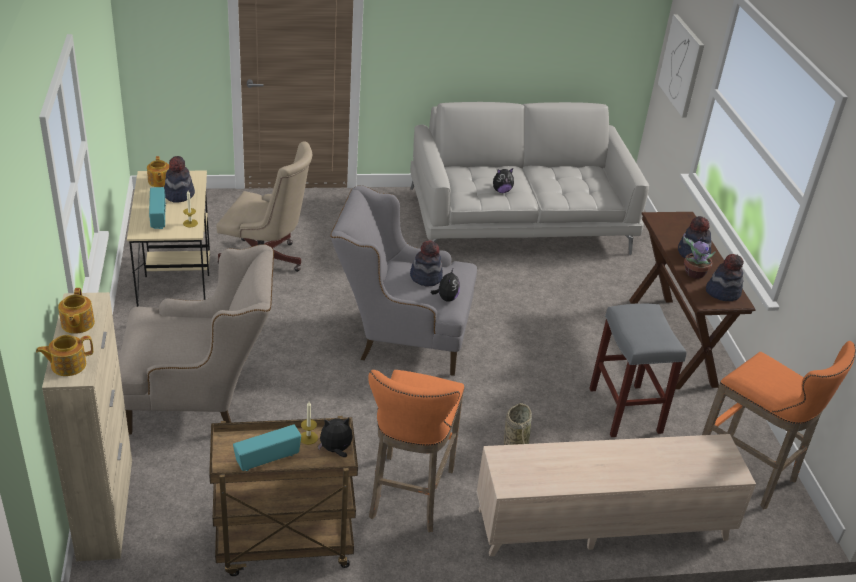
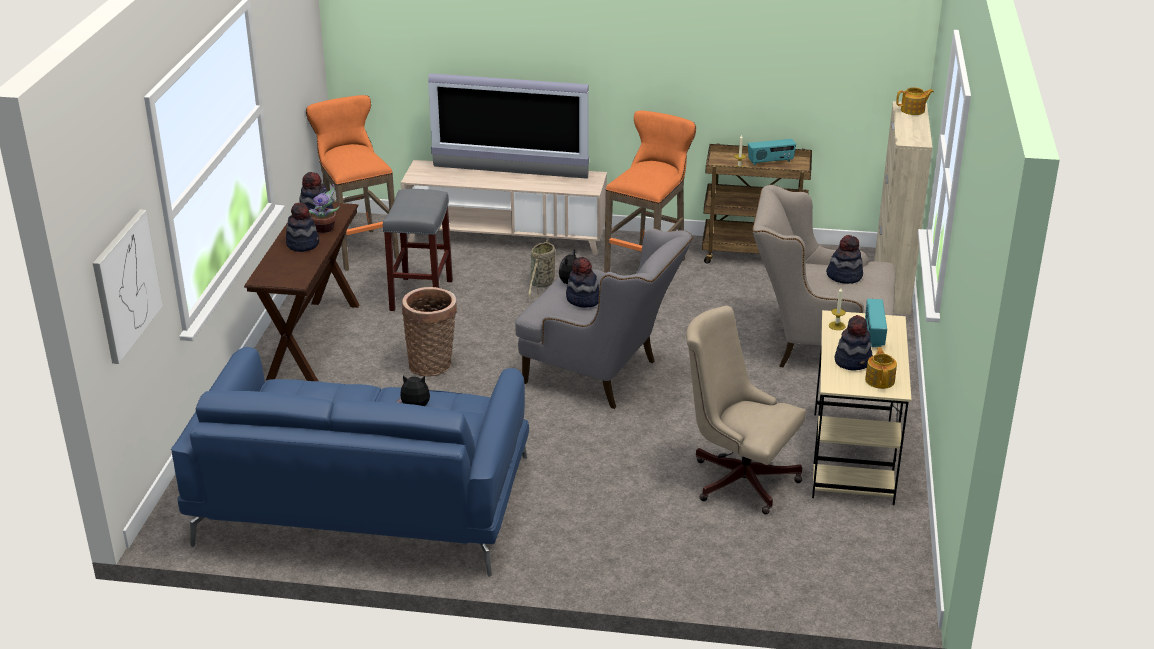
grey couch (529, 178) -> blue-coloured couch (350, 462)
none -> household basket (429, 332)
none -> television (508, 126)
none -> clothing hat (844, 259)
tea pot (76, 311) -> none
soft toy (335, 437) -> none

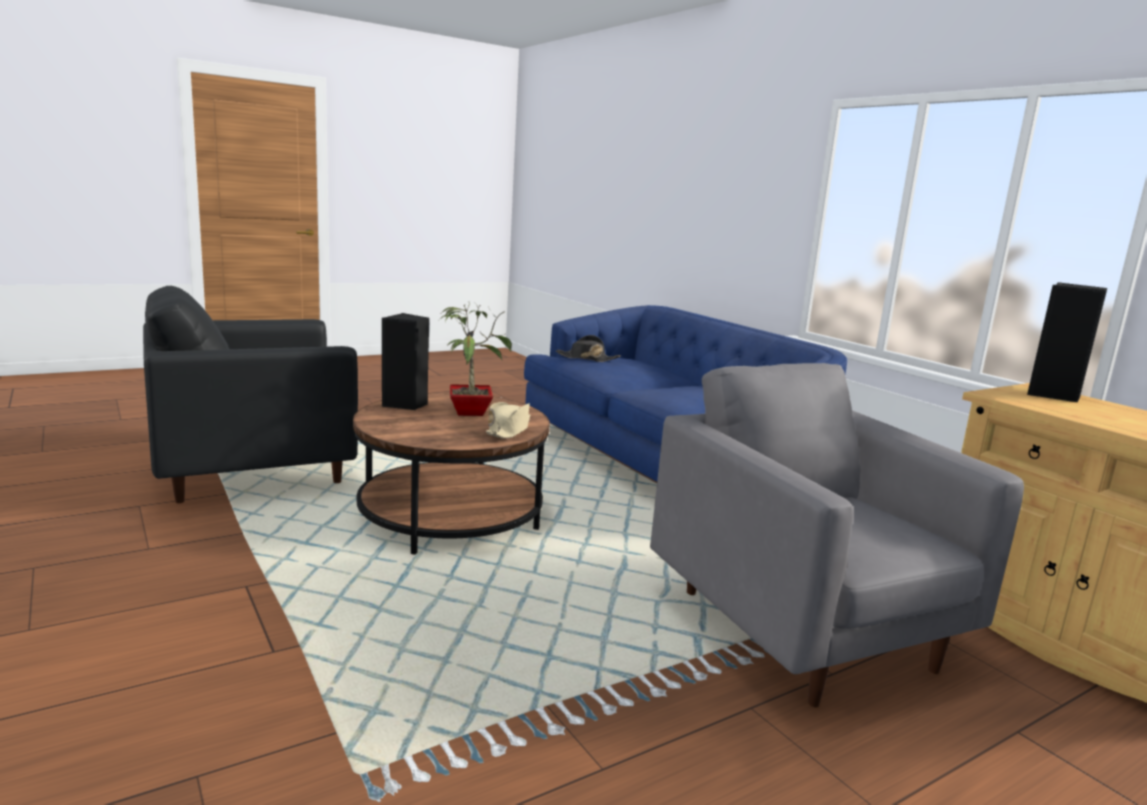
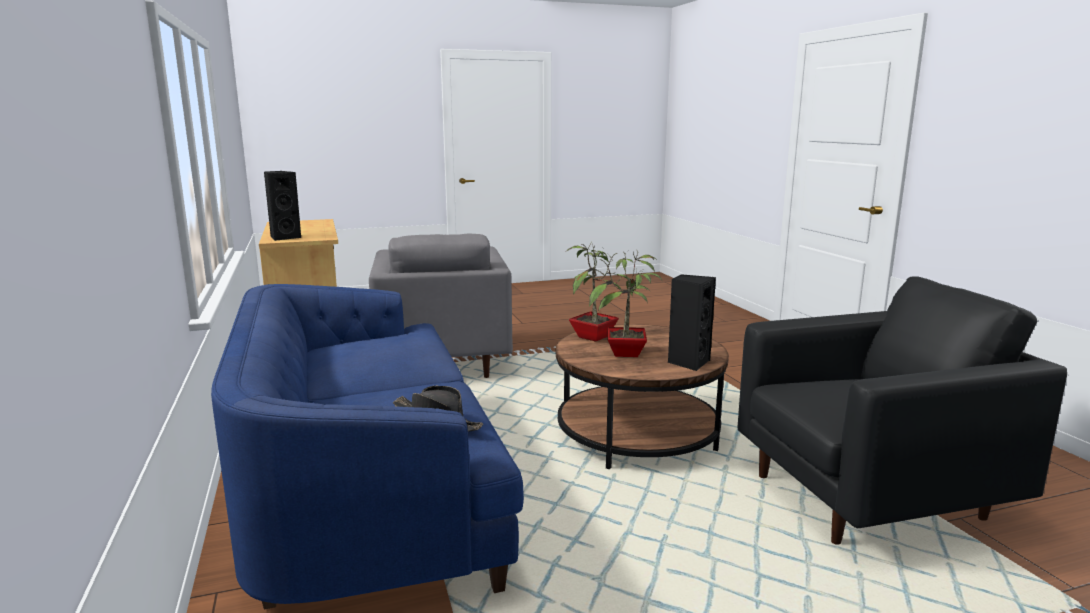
beige clothing hat (508, 420) -> potted plant (598, 292)

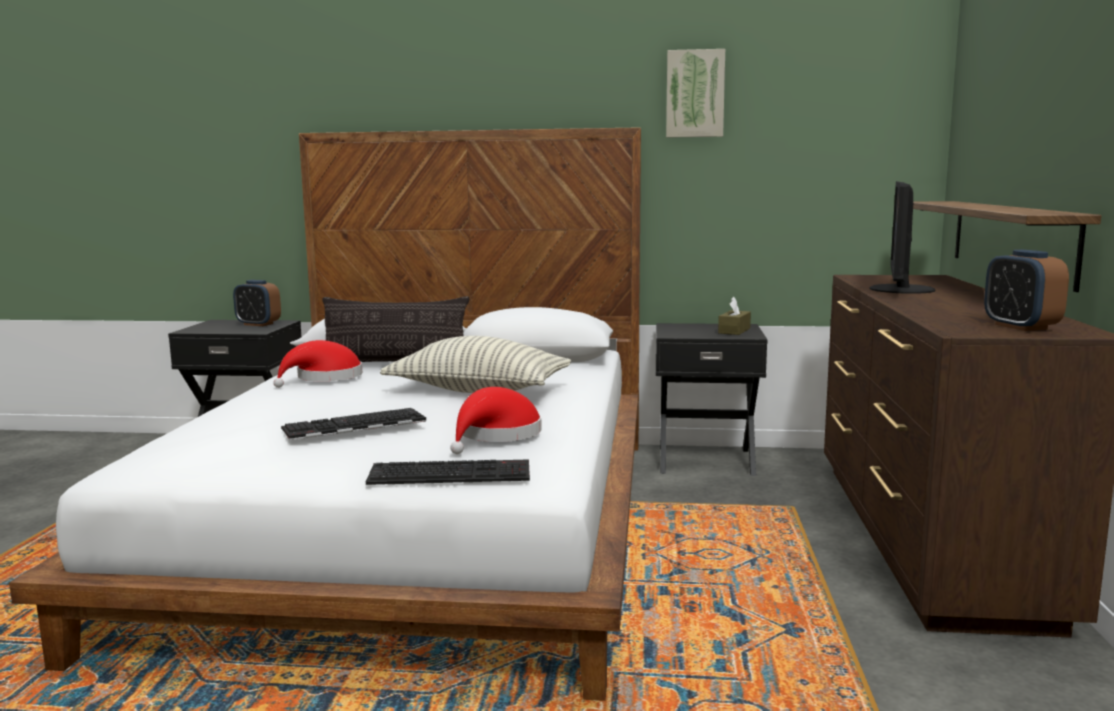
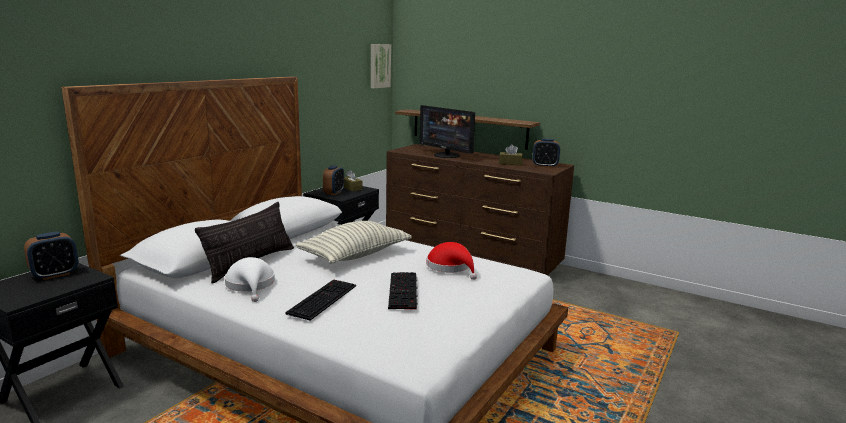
red clothing hat (317, 364) -> white clothing hat (250, 279)
computer keyboard (448, 472) -> computer keyboard (320, 300), shifted
none -> table clock (333, 180)
wall picture (695, 93) -> wall picture (381, 66), shifted
none -> brown tissue box (511, 154)

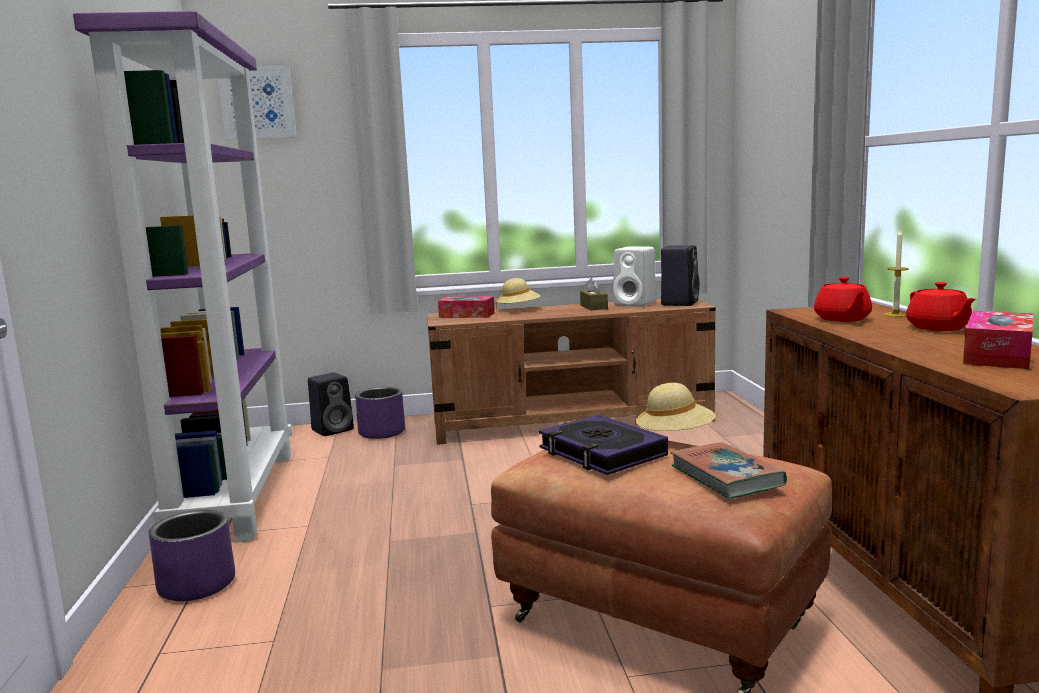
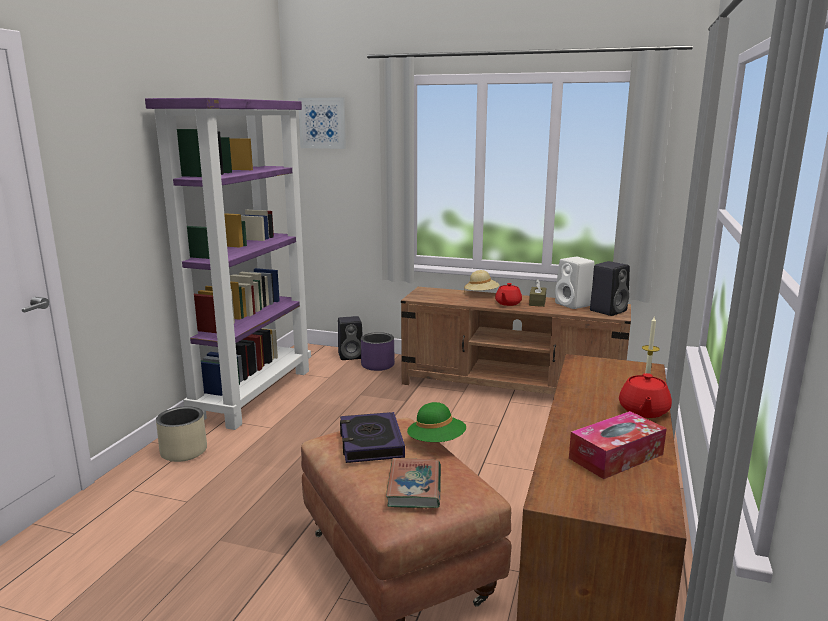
purplish plant pot (192, 556) -> beige plant pot (181, 434)
beige clothing hat (675, 407) -> greenish clothing hat (436, 422)
red tea pot (843, 299) -> red tea pot (508, 294), shifted
tissue box (466, 307) -> none

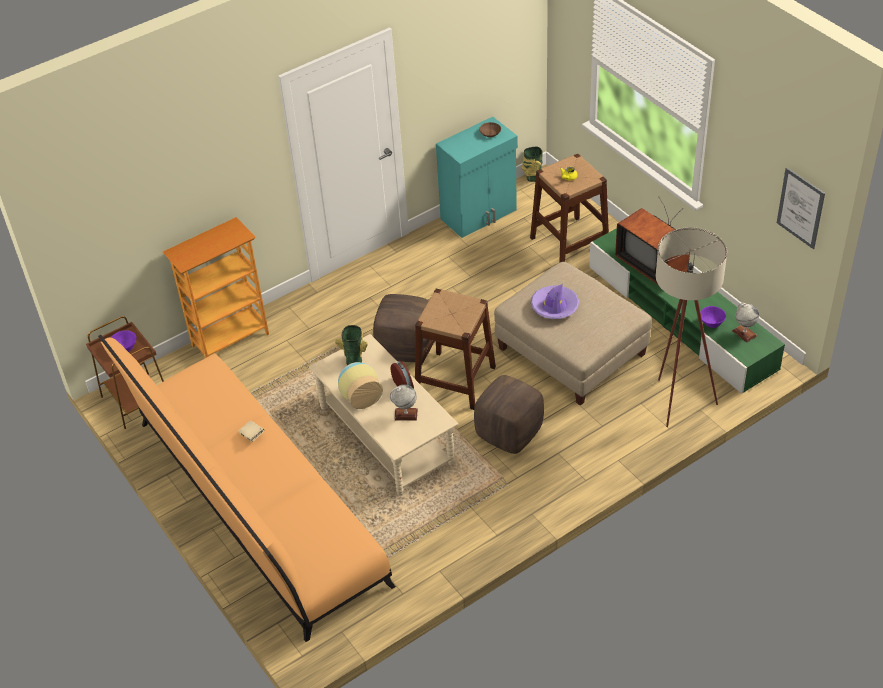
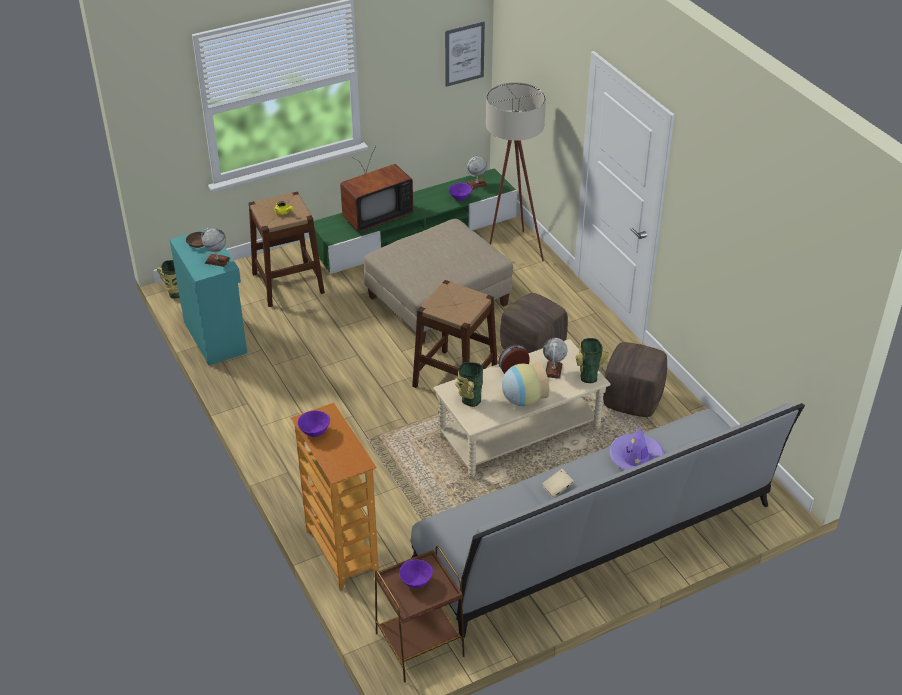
none -> desk globe (215, 247)
none -> purplish serving bowl (314, 424)
orange-coloured couch (247, 488) -> grey couch (608, 520)
none -> flower vase (592, 360)
brown footrest (401, 328) -> brown footrest (635, 379), shifted
purplish clothing hat (555, 301) -> purplish clothing hat (636, 448), shifted

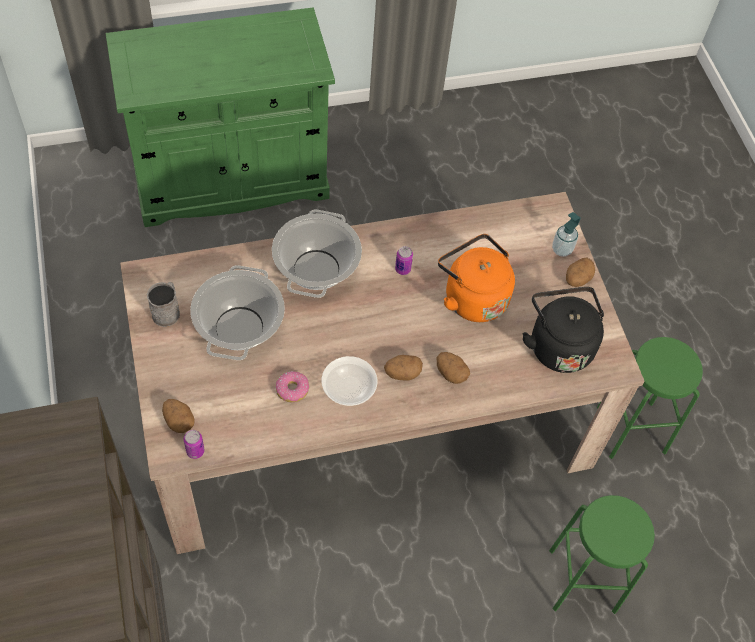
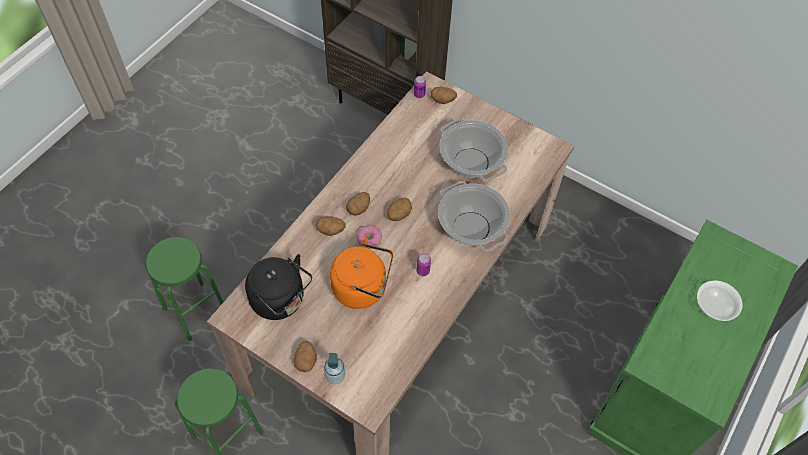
ring doughnut (292, 386) -> ring doughnut (369, 237), shifted
none -> whole potato (399, 209)
serving bowl (349, 381) -> serving bowl (719, 301), shifted
grey coffee mug (163, 304) -> none

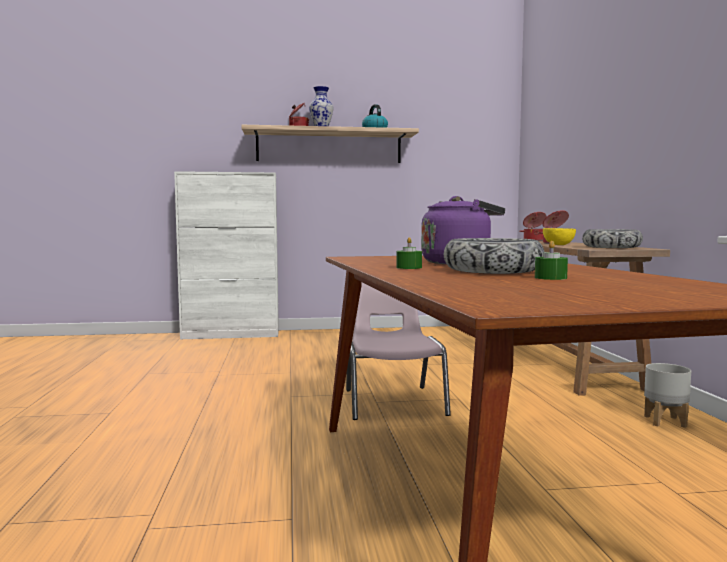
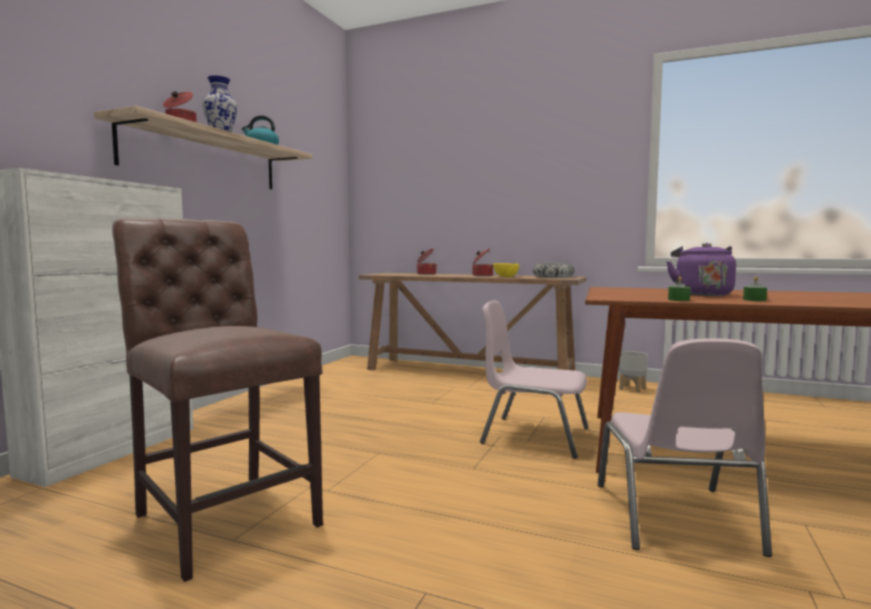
none -> brown upright chair (217, 400)
none -> pink-coloured upright chair (685, 447)
greenish wax candle (551, 260) -> greenish wax candle (679, 288), shifted
serving bowl (494, 256) -> none

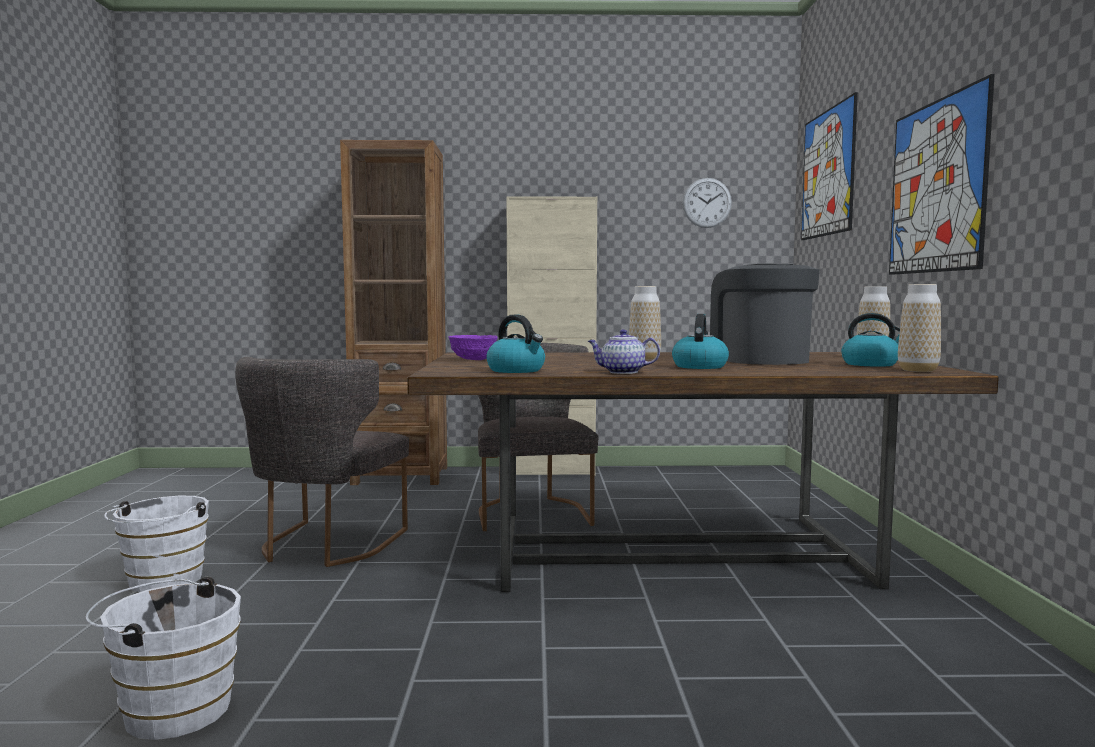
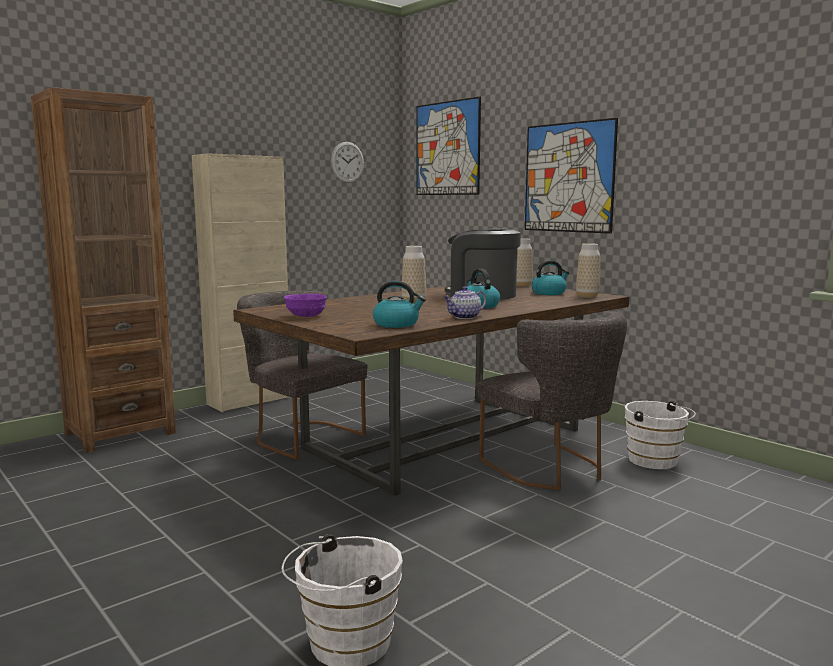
grey upright chair (322, 462) -> grey upright chair (552, 400), shifted
white bucket (156, 544) -> white bucket (660, 435), shifted

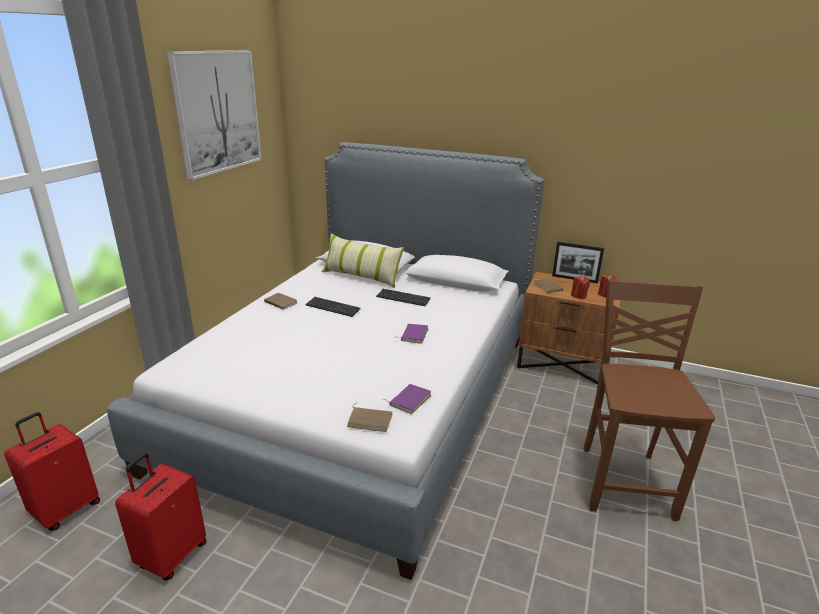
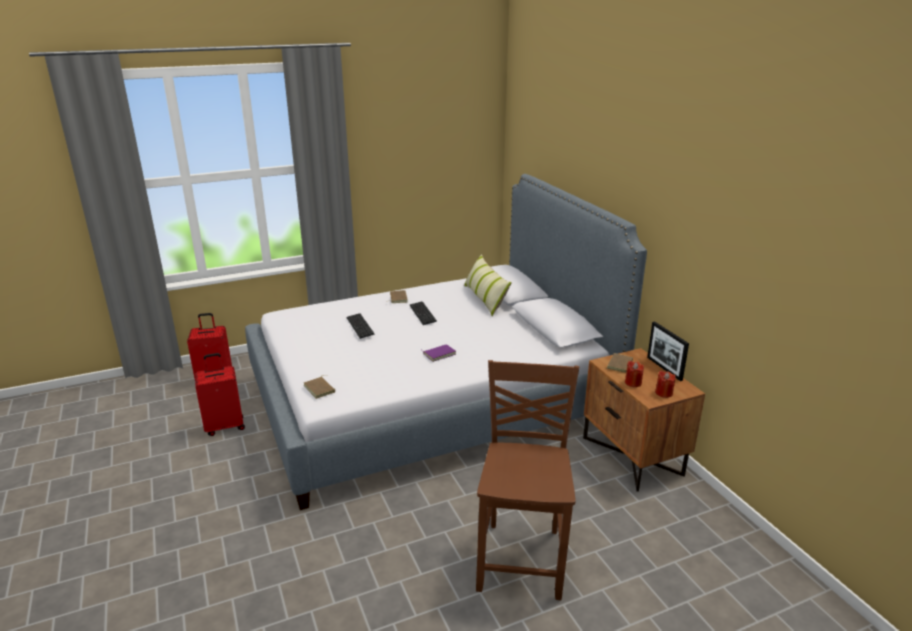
computer keyboard (403, 297) -> computer keyboard (360, 326), shifted
brown upright chair (649, 400) -> brown upright chair (527, 480), 45 degrees counterclockwise
wall picture (214, 115) -> none
purplish volume (407, 399) -> none

